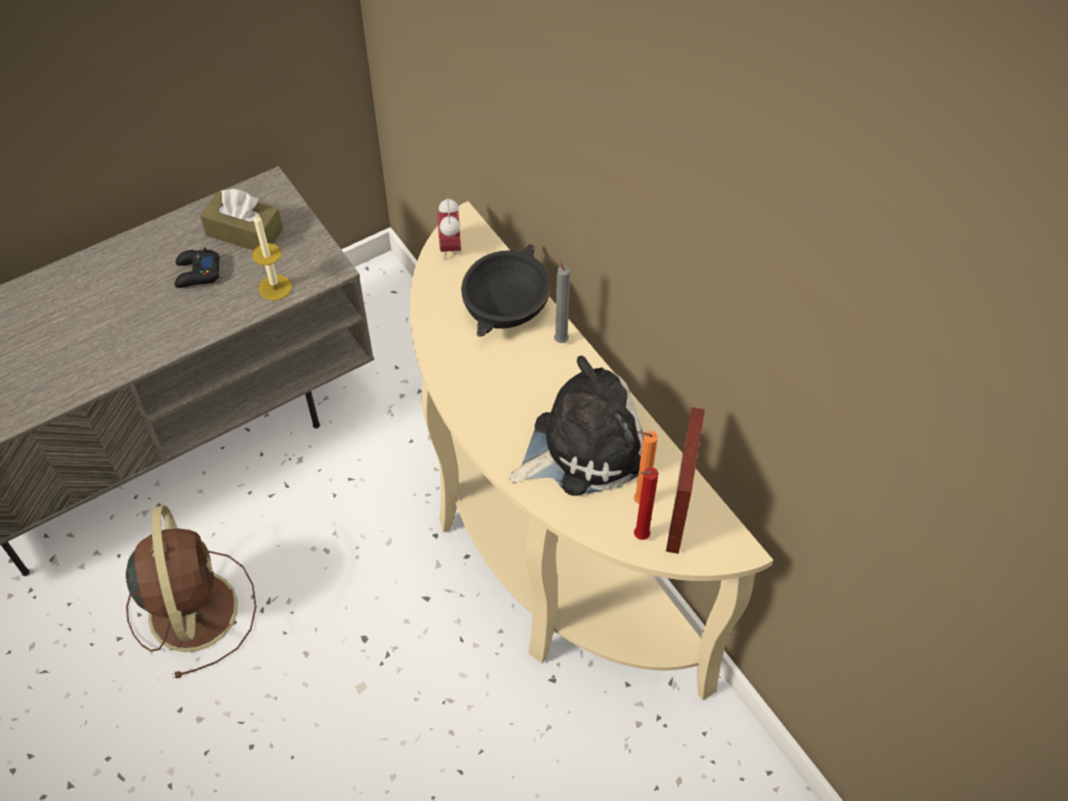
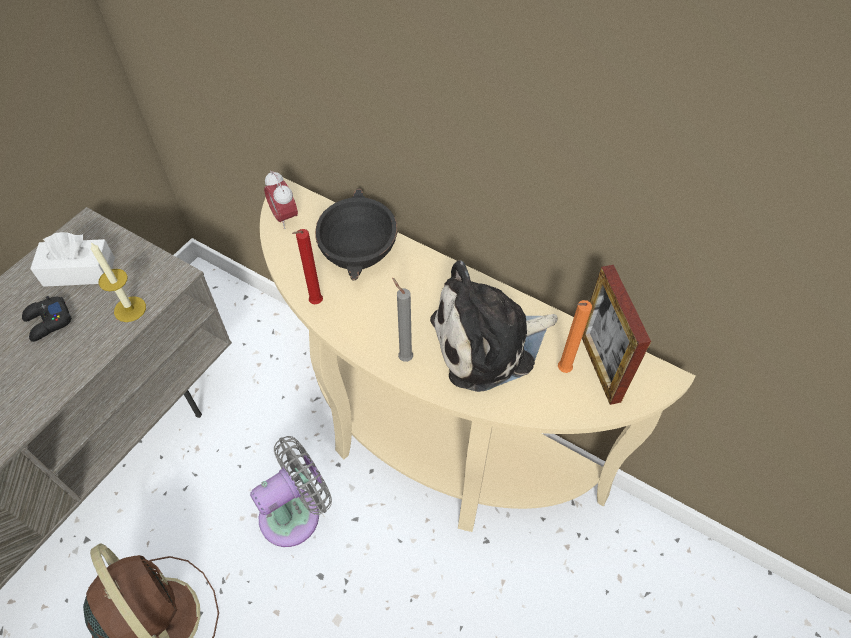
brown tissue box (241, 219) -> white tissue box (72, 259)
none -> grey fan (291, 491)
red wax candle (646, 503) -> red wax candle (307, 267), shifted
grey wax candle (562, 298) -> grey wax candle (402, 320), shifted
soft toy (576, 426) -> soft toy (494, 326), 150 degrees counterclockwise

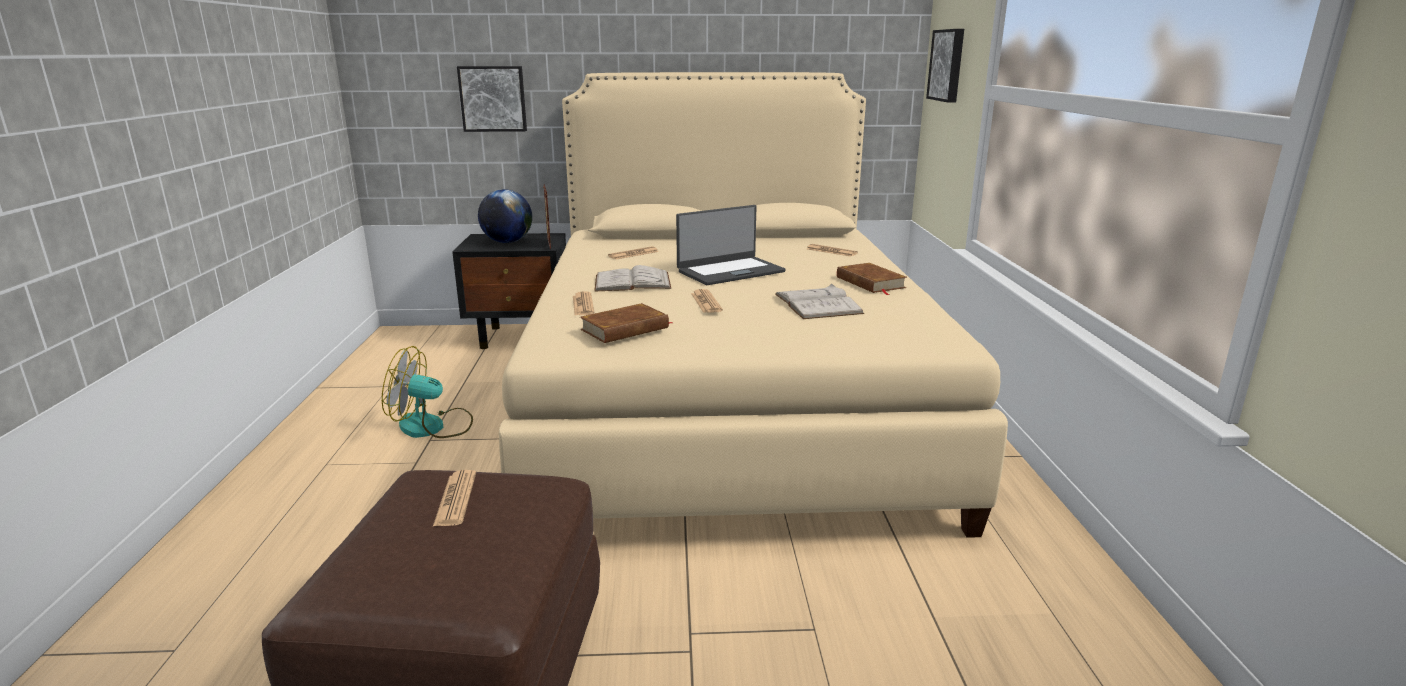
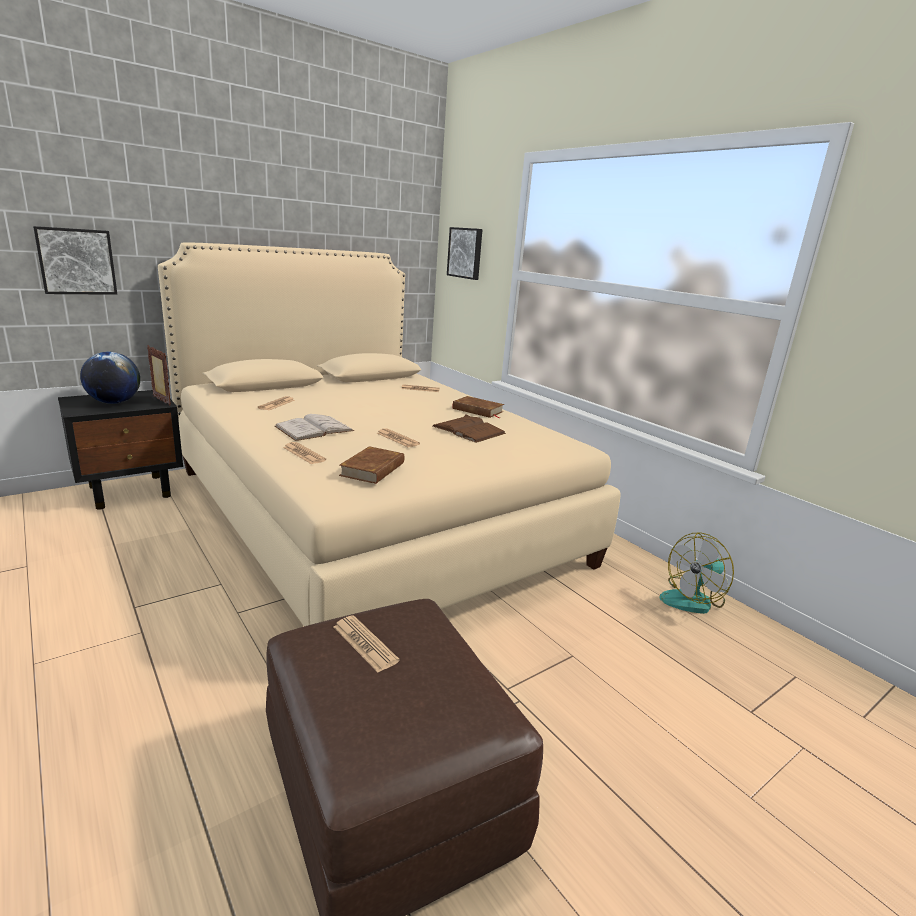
white volume (819, 301) -> brown volume (469, 428)
fan (427, 392) -> fan (696, 573), shifted
notebook computer (731, 245) -> none

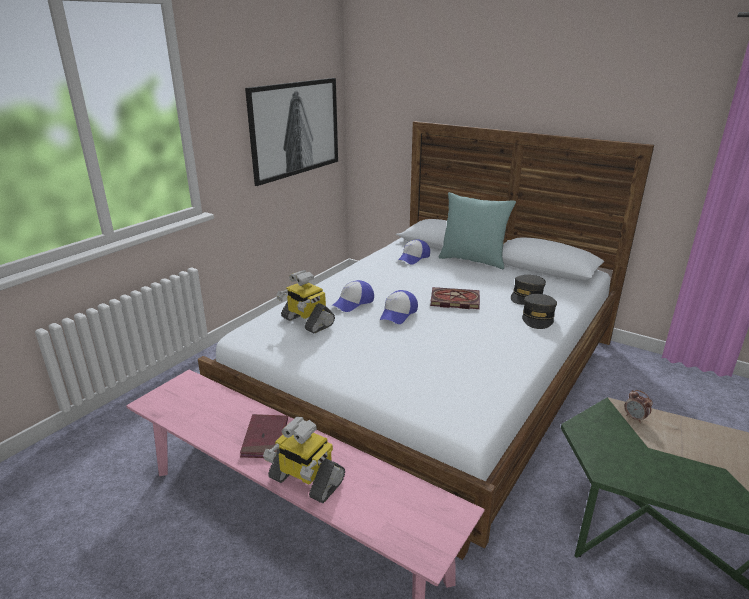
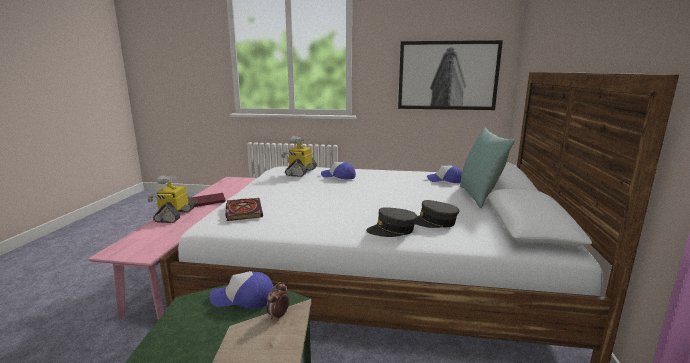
peaked cap (399, 307) -> peaked cap (242, 290), shifted
volume (455, 298) -> volume (244, 209), shifted

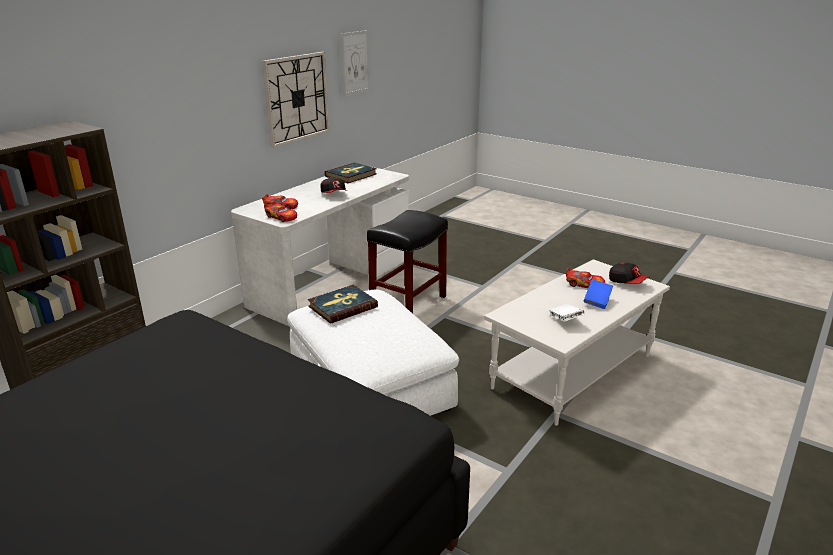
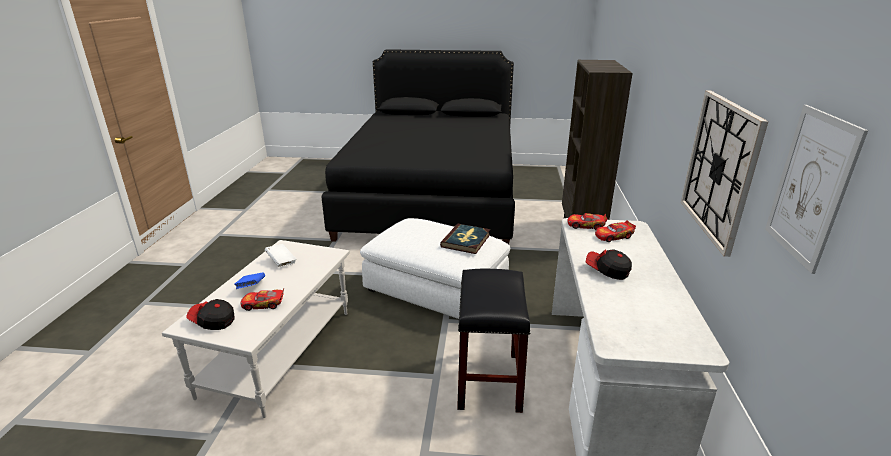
volume (351, 173) -> none

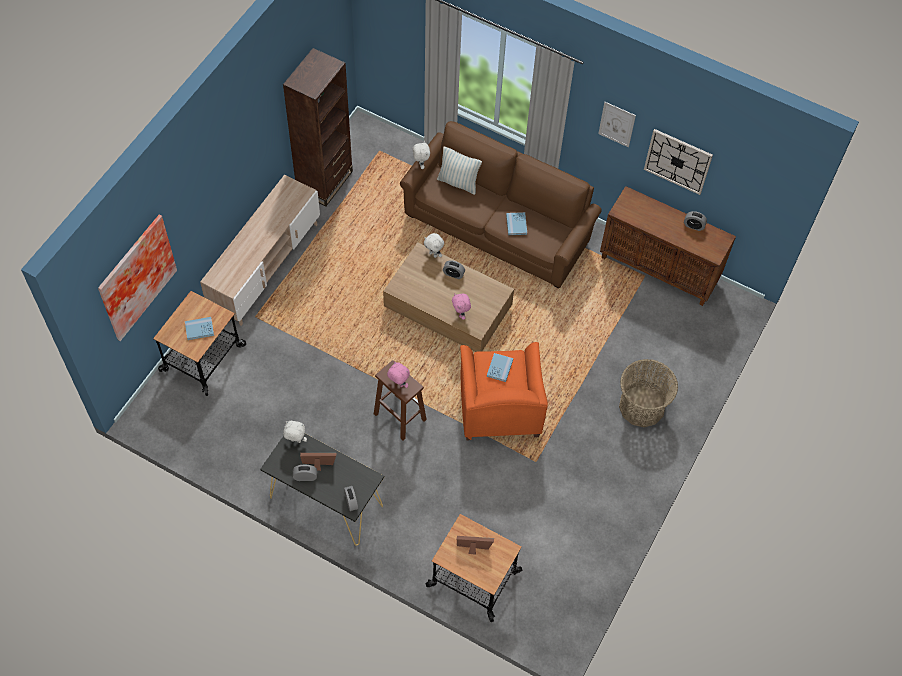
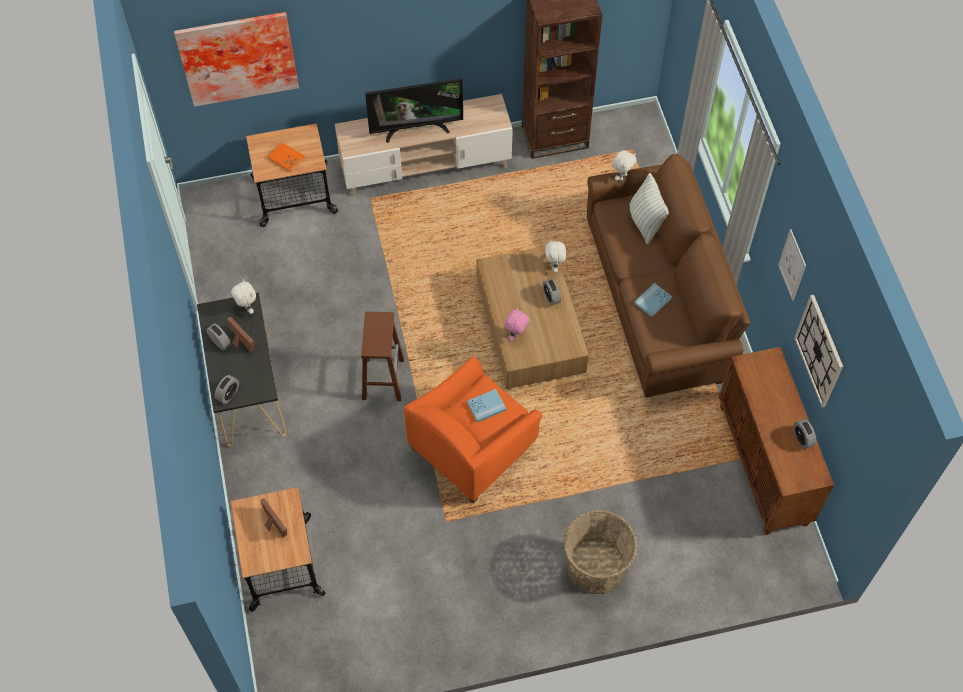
blue-coloured volume (199, 328) -> orange-coloured volume (286, 157)
none -> television (414, 110)
pink-coloured soft toy (398, 374) -> none

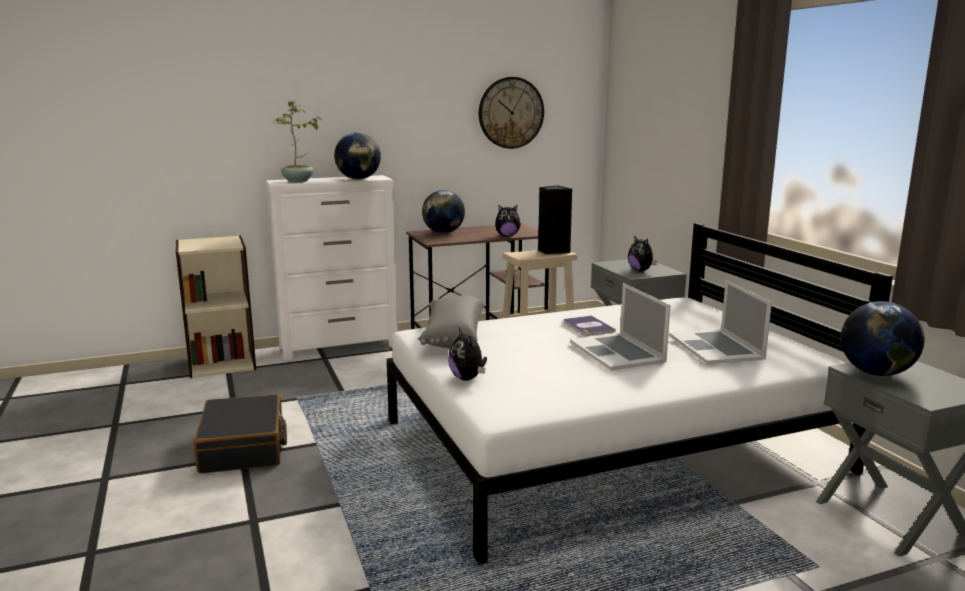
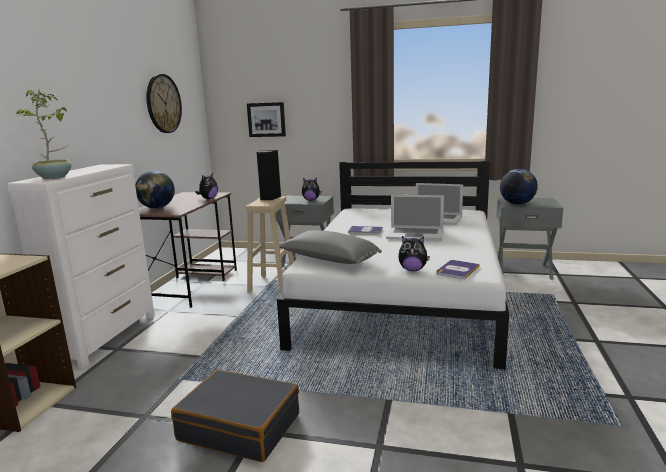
none -> wall picture (266, 119)
none -> volume (457, 270)
desk globe (357, 155) -> none

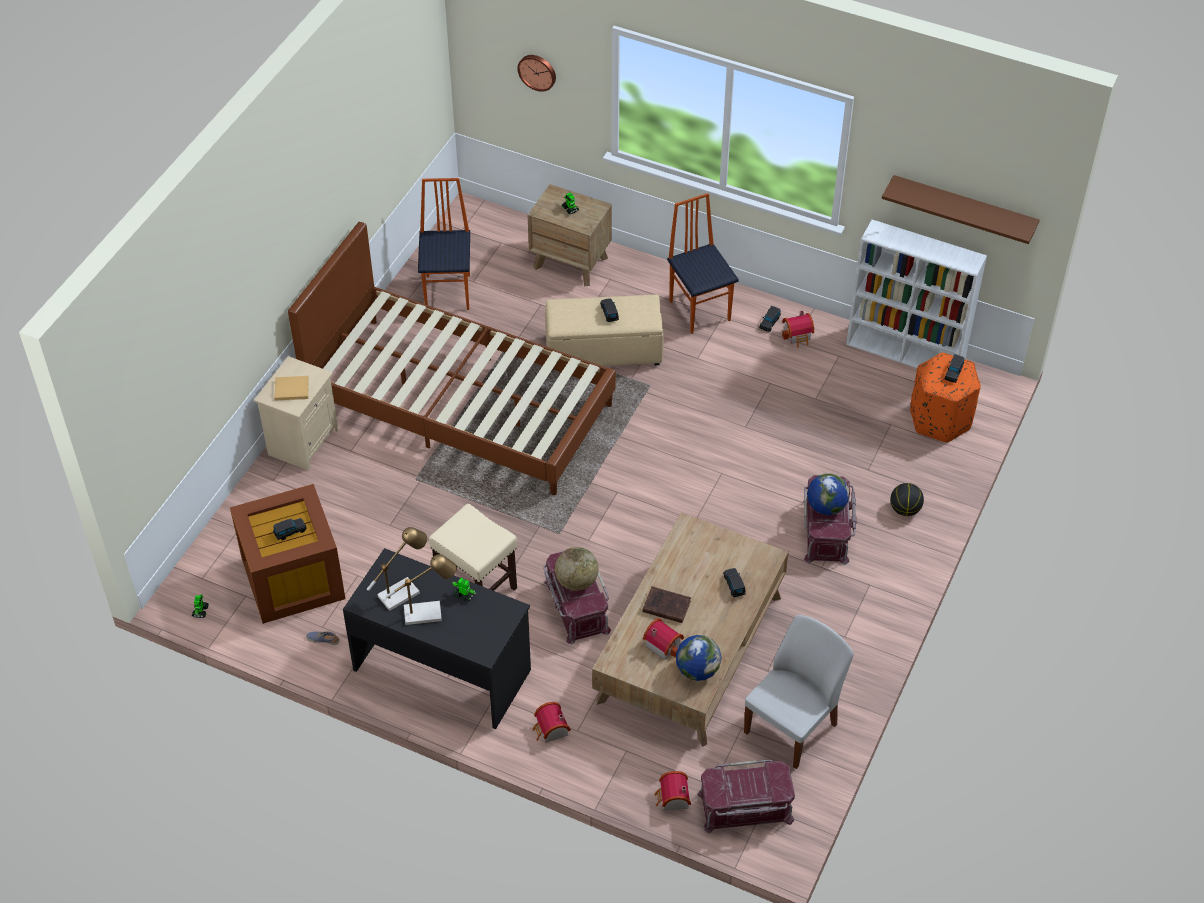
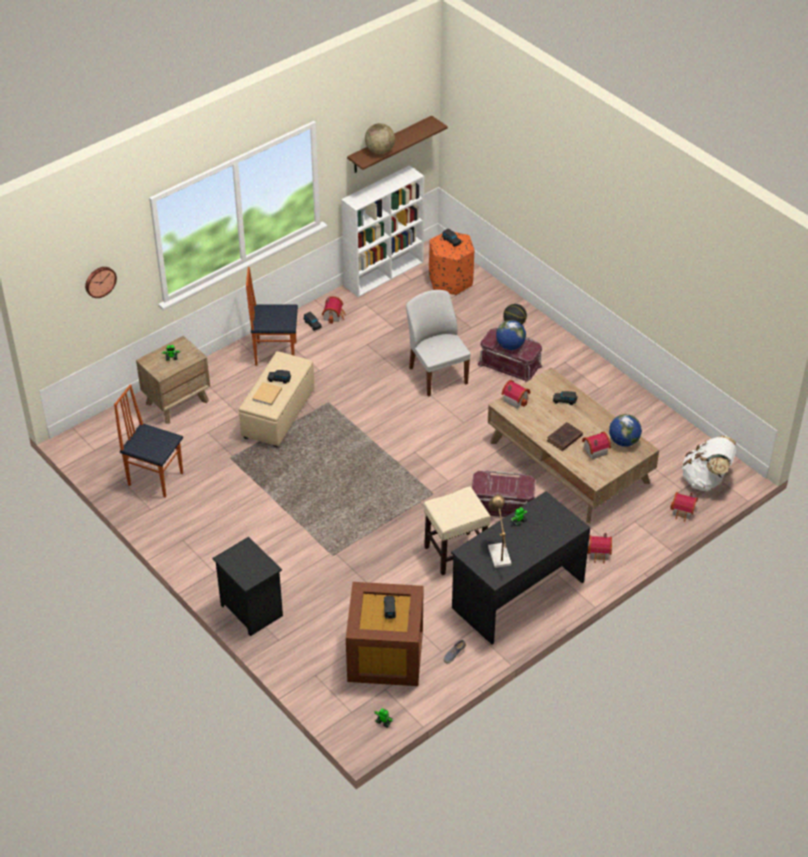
beige bedside table (296, 413) -> blackish bedside table (248, 586)
beige volume (291, 388) -> beige volume (267, 394), shifted
desk globe (576, 569) -> desk globe (380, 138), shifted
white upright chair (799, 692) -> white upright chair (438, 343), shifted
none -> model house (515, 394)
red storage box (746, 797) -> white backpack (709, 463)
brown sleeping bed (452, 358) -> none
tabletop lamp (421, 589) -> none

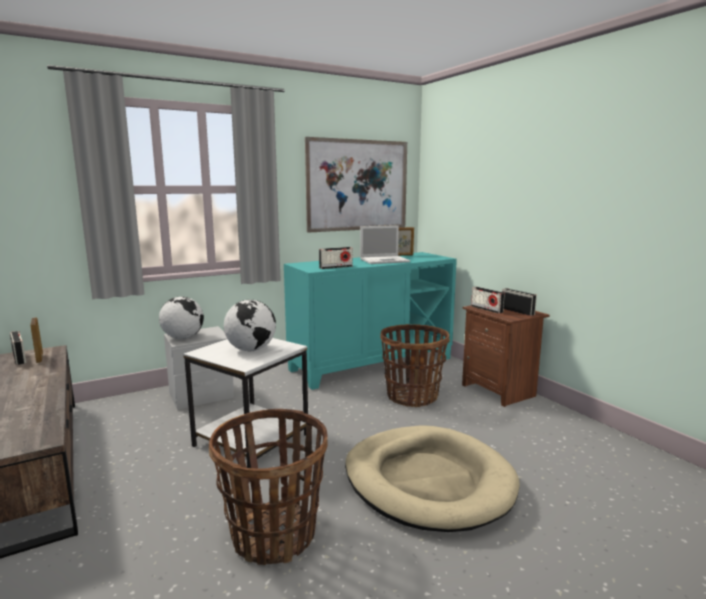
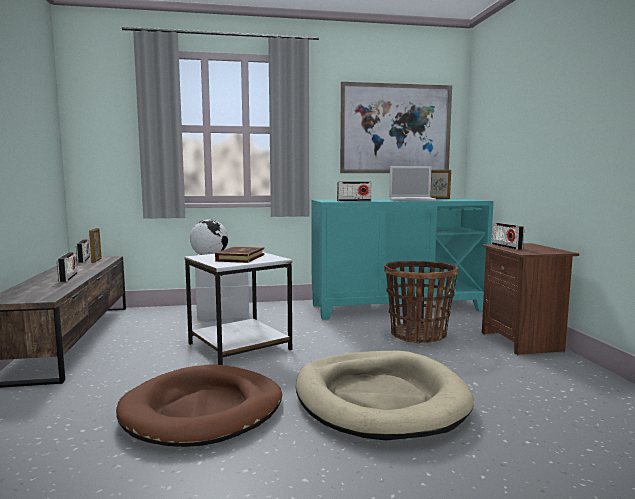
radio receiver (519, 302) -> radio receiver (67, 267), shifted
household basket (268, 487) -> brown pet bed (199, 405)
desk globe (250, 325) -> volume (239, 254)

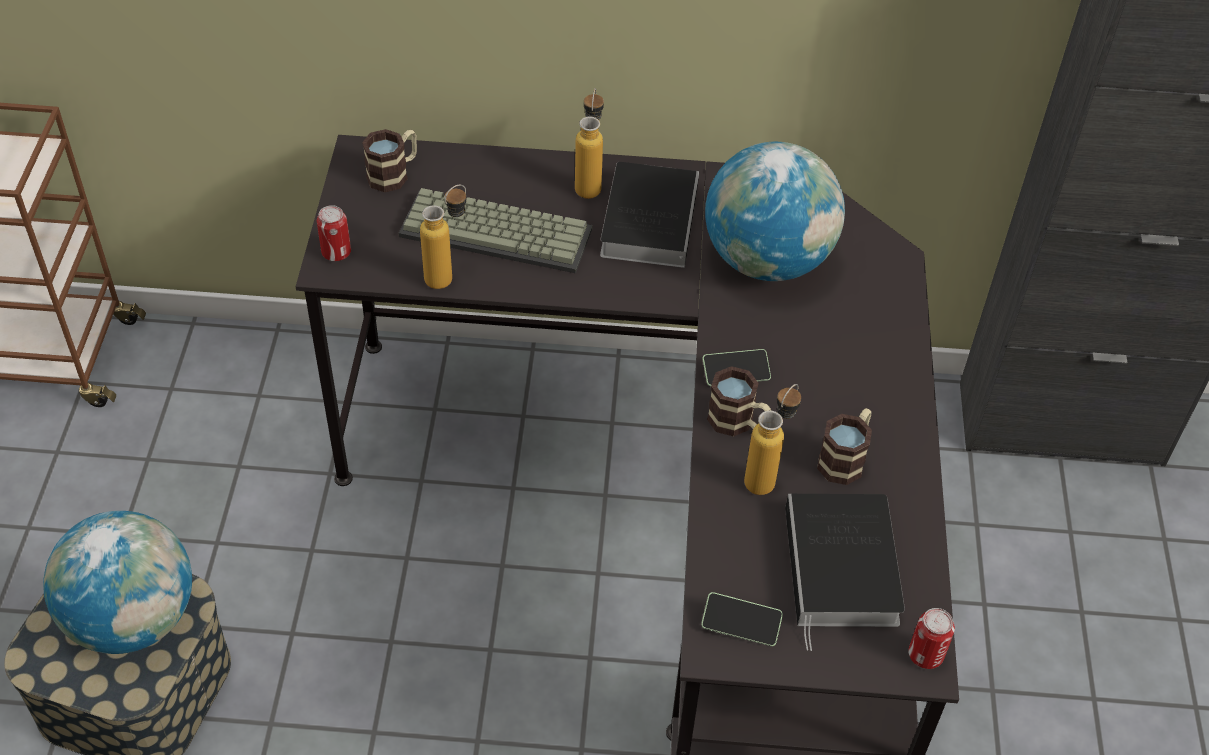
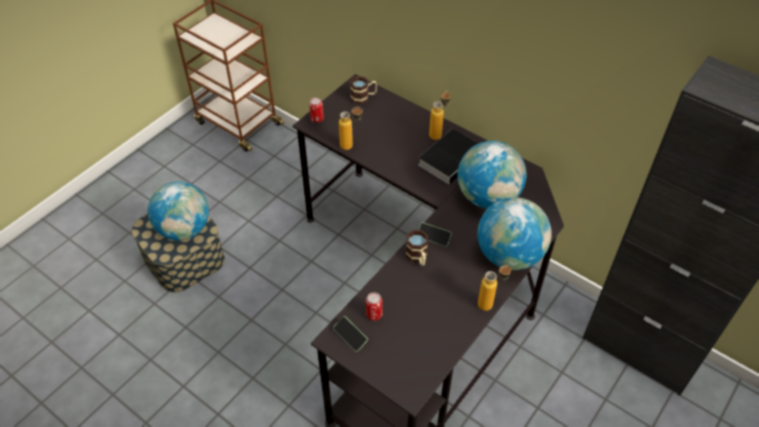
sealed can (931, 638) -> sealed can (374, 306), shifted
none -> desk globe (514, 233)
bottle (772, 439) -> bottle (495, 288), shifted
computer keyboard (496, 230) -> none
volume (845, 572) -> none
coffee mug (844, 446) -> none

